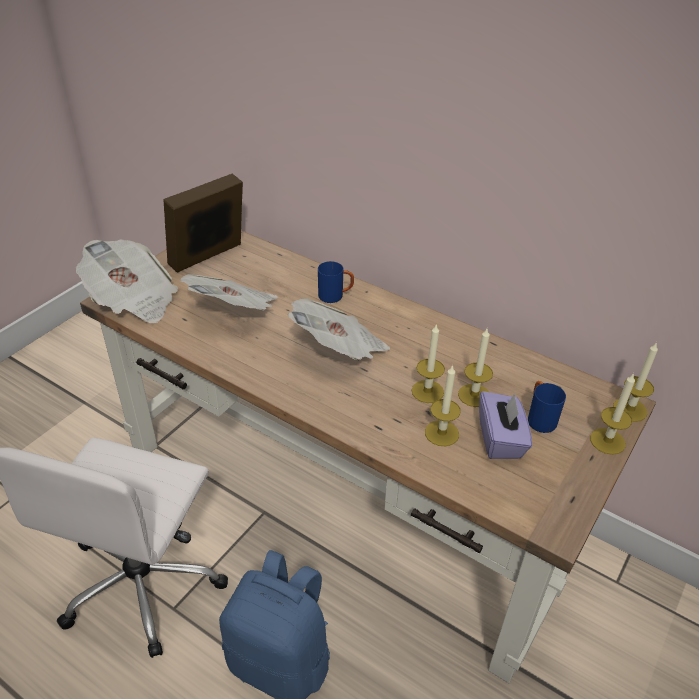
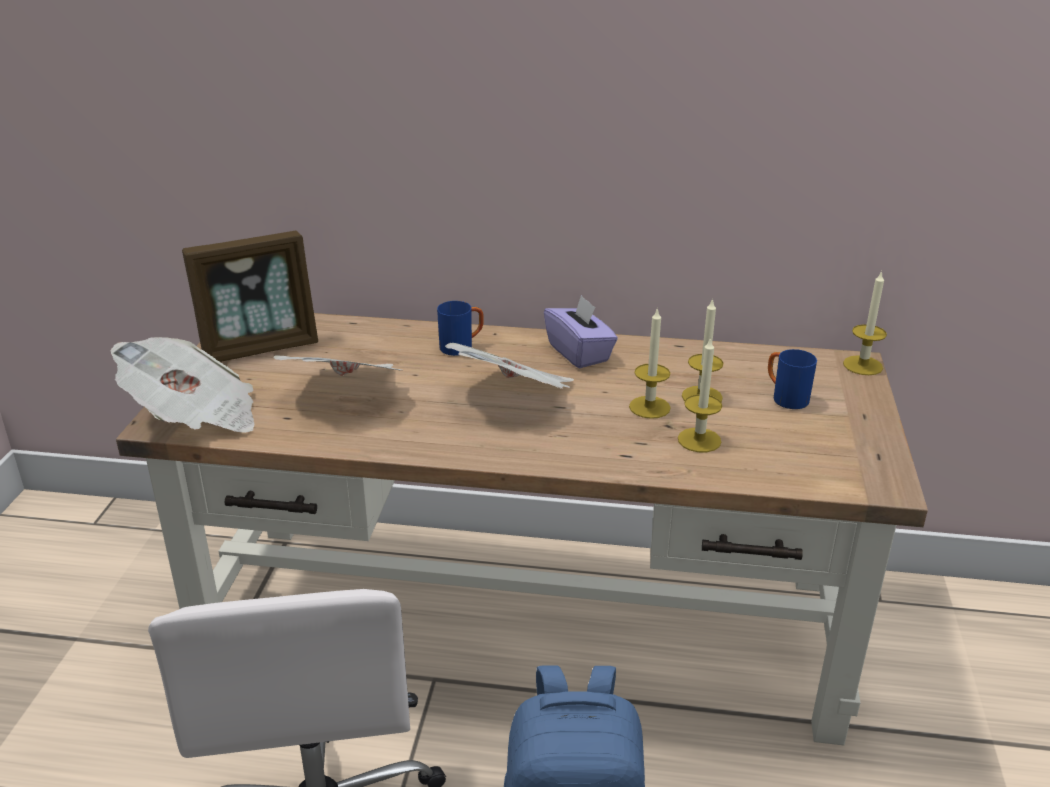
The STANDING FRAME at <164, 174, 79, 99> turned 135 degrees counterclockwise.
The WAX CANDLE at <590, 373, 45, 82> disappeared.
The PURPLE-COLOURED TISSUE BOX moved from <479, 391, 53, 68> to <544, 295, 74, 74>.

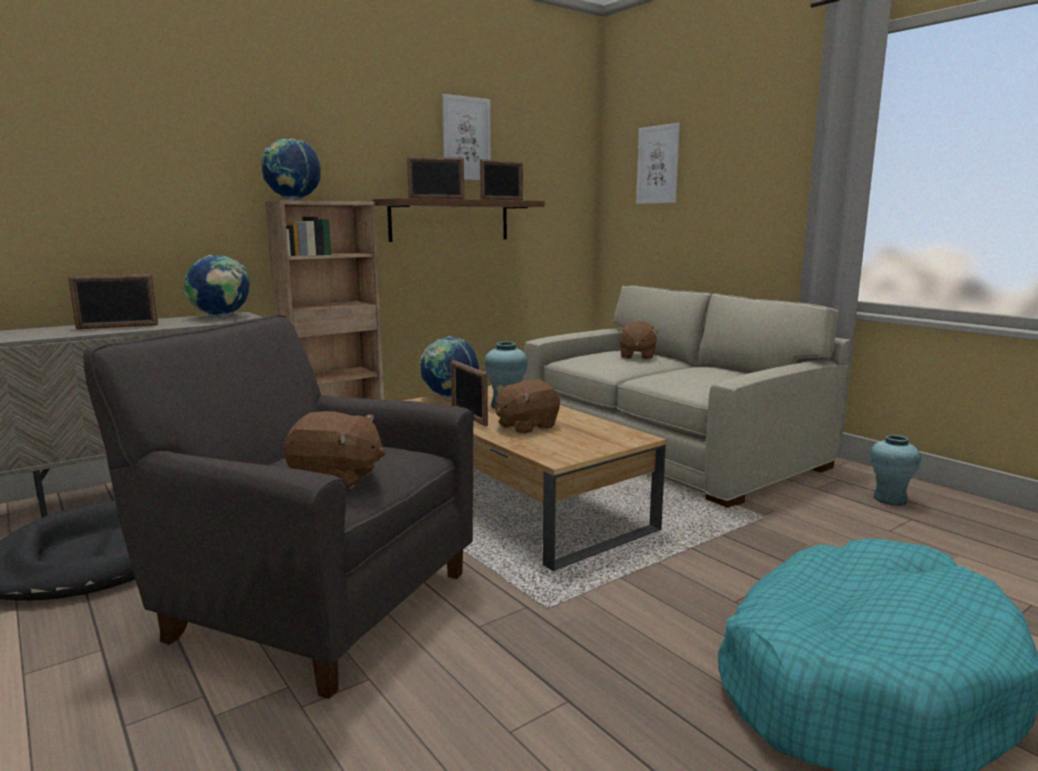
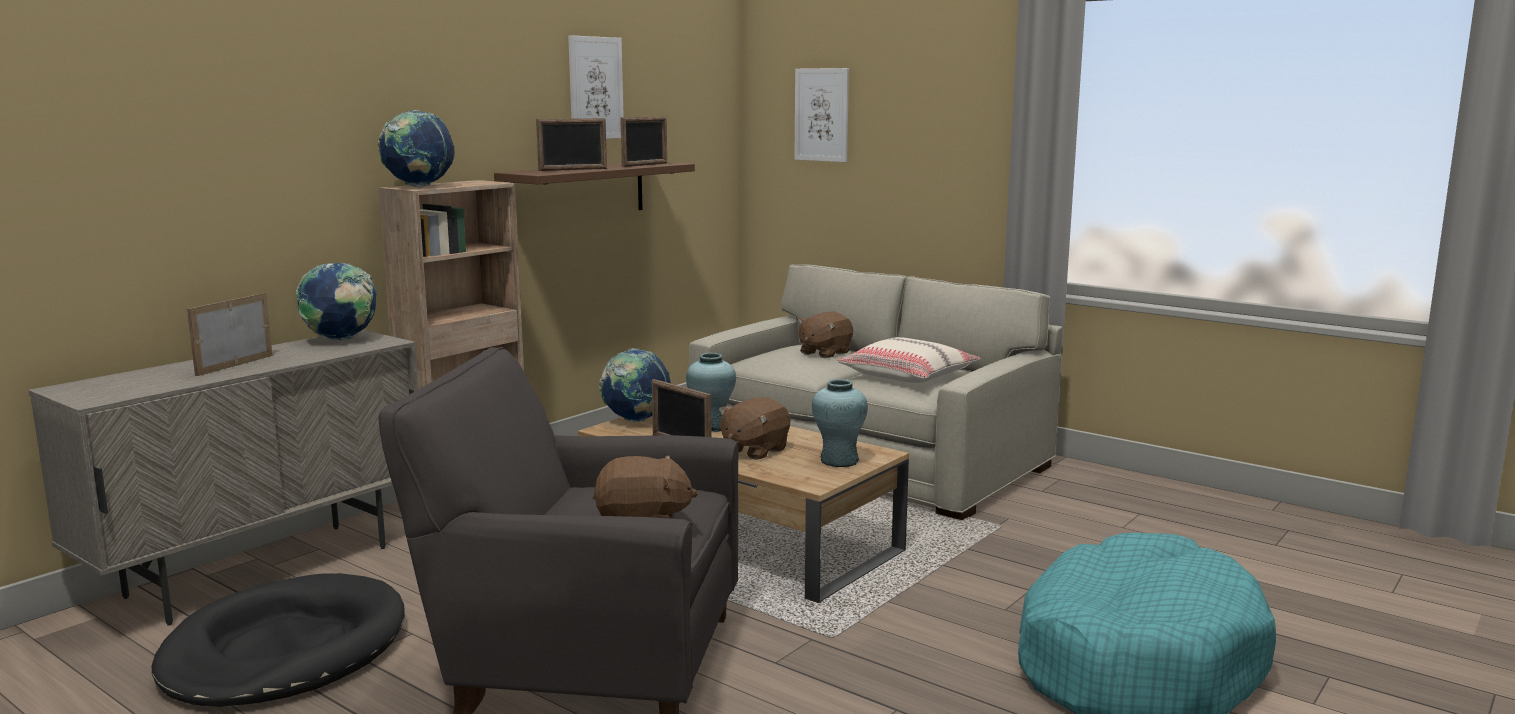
The STANDING FRAME at <68, 274, 90, 55> turned 150 degrees clockwise.
The BROWN-COLOURED PLUSH TOY at <618, 321, 41, 39> turned 45 degrees clockwise.
The BLUE-GREEN FLOWER VASE moved from <870, 435, 51, 70> to <812, 379, 56, 88>.
The BEIGE-COLOURED THROW PILLOW at <837, 337, 144, 46> appeared.

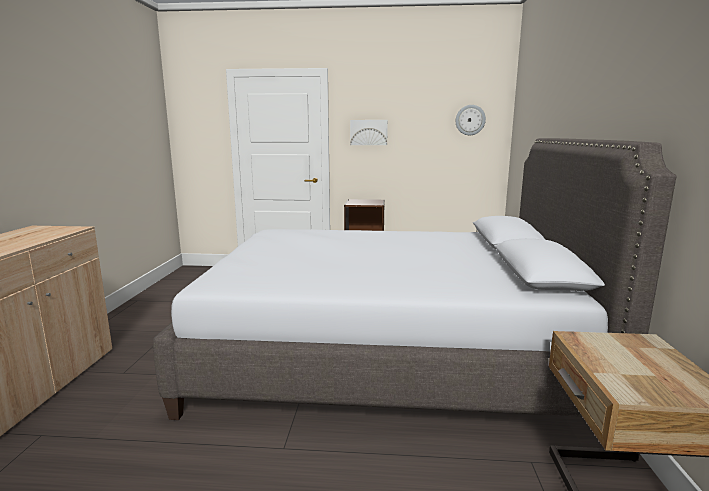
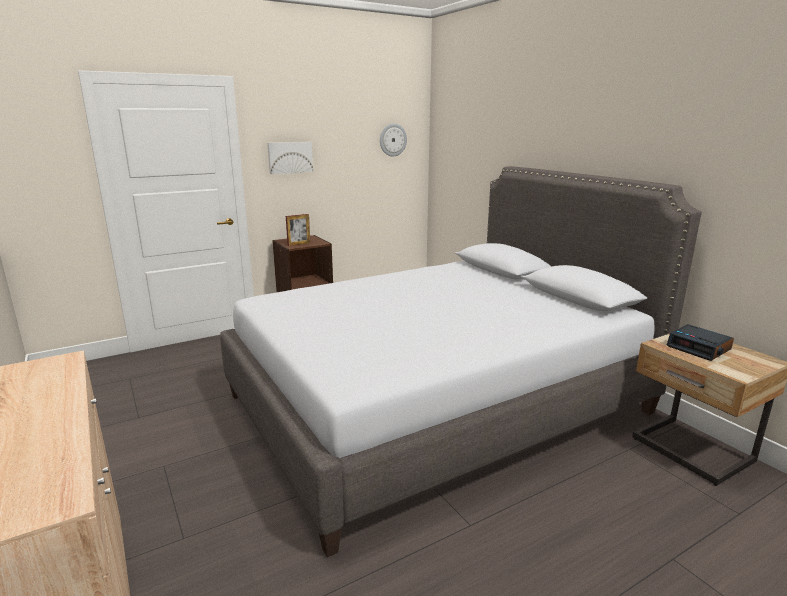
The STANDING FRAME at <286, 214, 25, 32> appeared.
The BEDSIDE CLOCK at <667, 324, 67, 37> appeared.

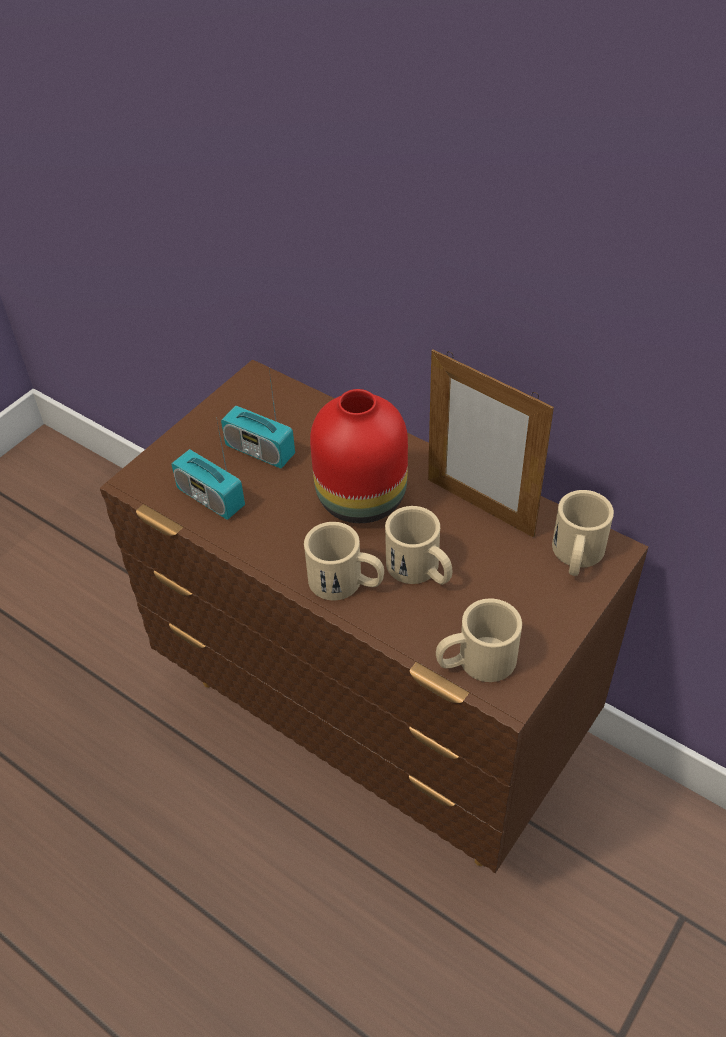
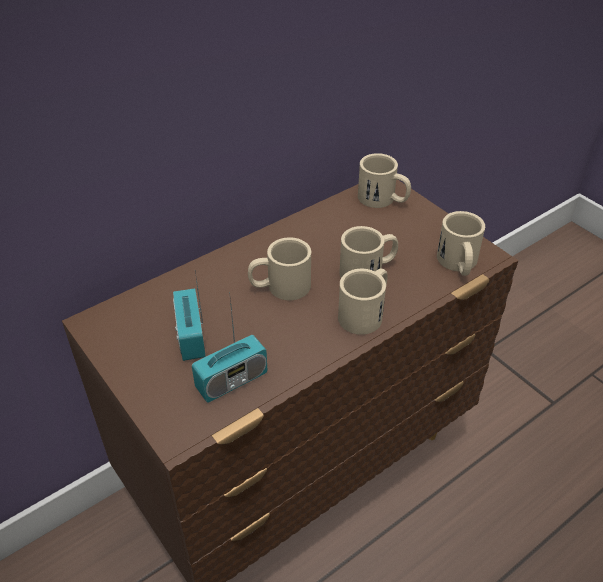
The STANDING FRAME at <428, 349, 126, 189> disappeared.
The RADIO RECEIVER at <221, 370, 74, 98> turned 120 degrees clockwise.
The RED FLOWER VASE at <310, 389, 98, 134> was replaced by the BEIGE-COLOURED MUG at <248, 237, 63, 63>.

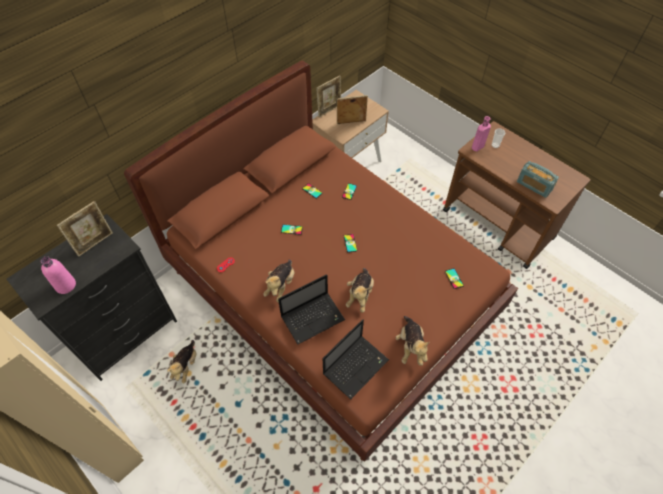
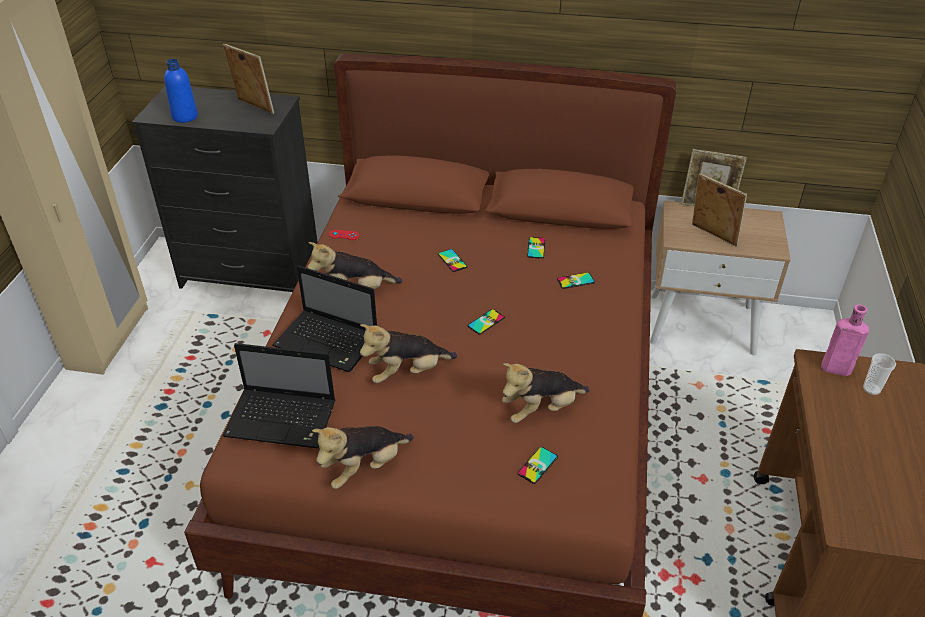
The RADIO RECEIVER at <517, 161, 42, 37> disappeared.
The STANDING FRAME at <57, 201, 56, 56> turned 150 degrees counterclockwise.
The PINK BEVERAGE BOTTLE at <41, 256, 35, 38> became the BLUE BEVERAGE BOTTLE at <164, 59, 34, 64>.
The PLUSH TOY moved from <167, 340, 30, 44> to <502, 363, 87, 60>.

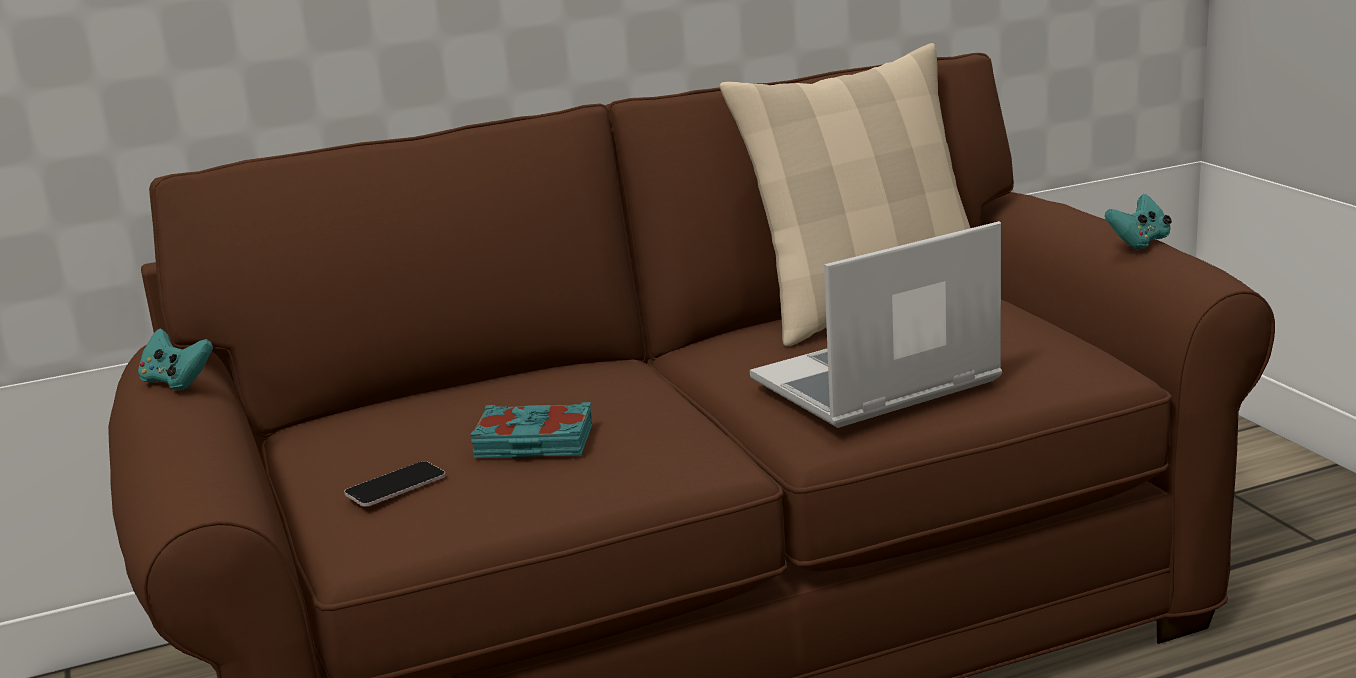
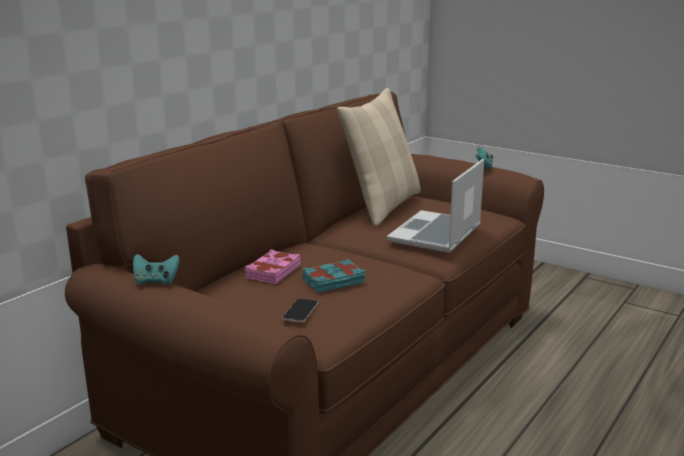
The PINK BOUND BOOK at <245, 249, 56, 35> appeared.

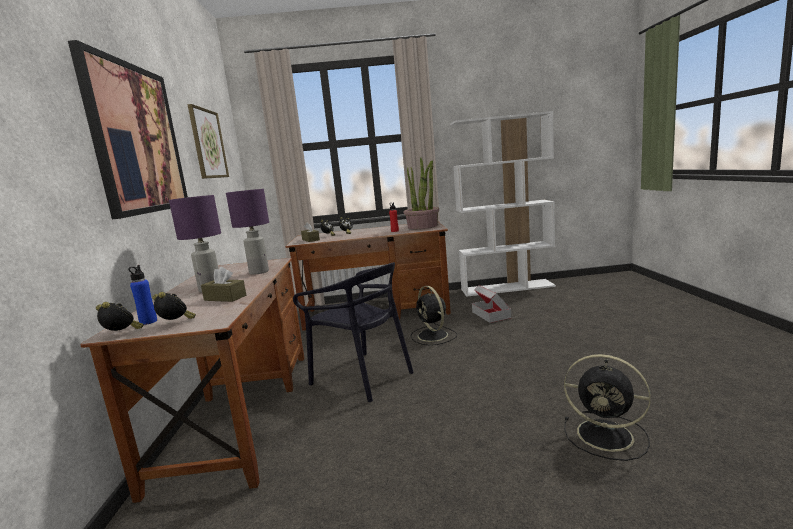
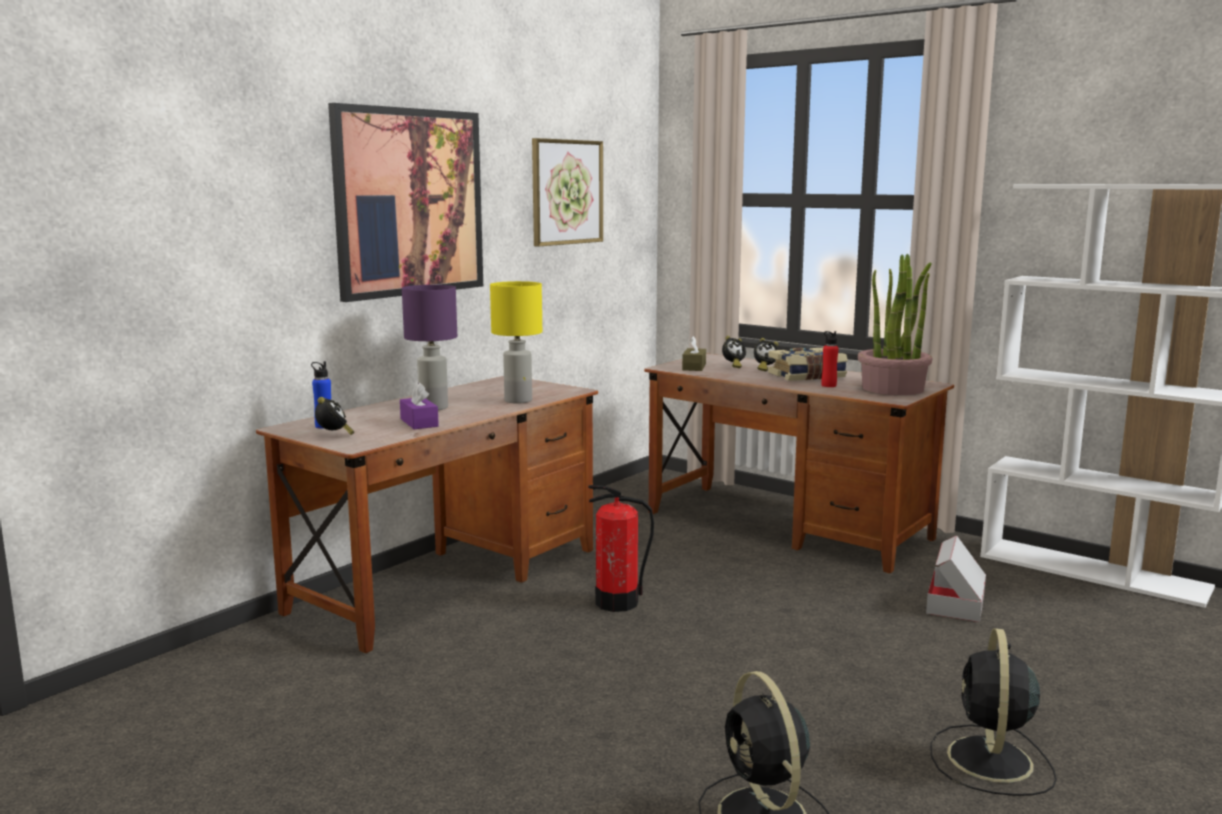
The PURPLE-COLOURED LAMP FOR A TABLE at <226, 189, 43, 86> became the YELLOWISH LAMP FOR A TABLE at <490, 281, 52, 123>.
The BLACK-COLOURED PLAIN CHAIR at <293, 262, 121, 140> was replaced by the EXTINGUISHER at <588, 485, 66, 127>.
The BROWN-COLOURED TISSUE BOX at <201, 267, 45, 35> became the PURPLE-COLOURED TISSUE BOX at <400, 383, 39, 46>.
The BLACK-COLOURED ELECTRIC FAN moved from <411, 286, 46, 59> to <930, 628, 127, 168>.
The BEDSIDE CLOCK at <96, 302, 48, 29> disappeared.
The BOUND BOOK at <768, 348, 80, 33> appeared.

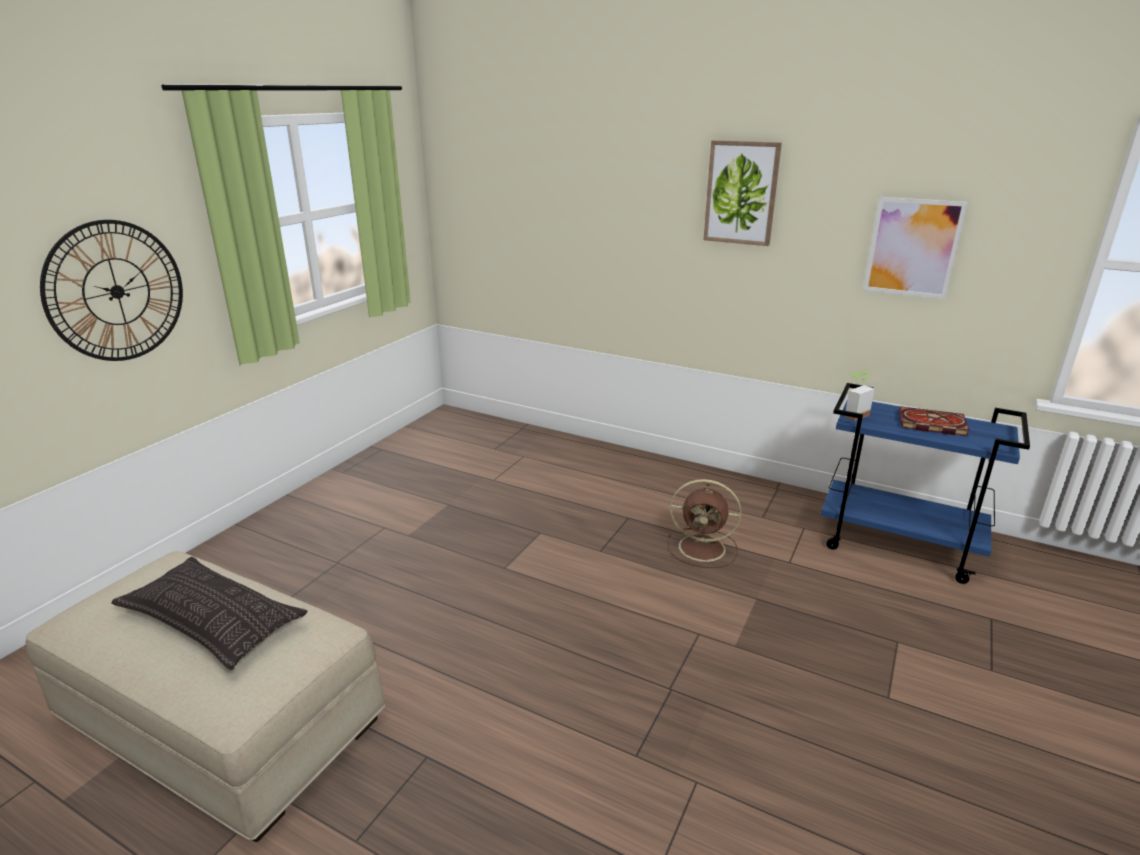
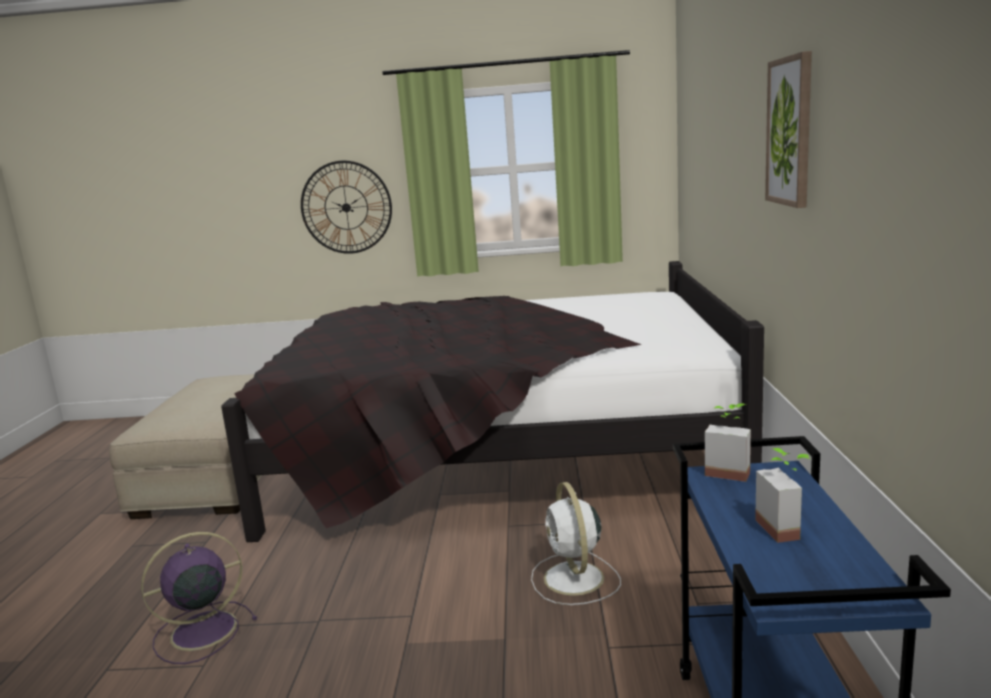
The WALL ART at <863, 197, 105, 102> disappeared.
The BOUND BOOK at <899, 406, 71, 30> was replaced by the POTTED PLANT at <755, 448, 55, 95>.
The BROWN-COLOURED ELECTRIC FAN at <668, 479, 73, 89> became the WHITISH ELECTRIC FAN at <531, 482, 90, 123>.
The THROW PILLOW at <111, 557, 197, 113> disappeared.
The BLACK-COLOURED SLEEPING BED at <221, 261, 543, 281> appeared.
The PURPLE-COLOURED ELECTRIC FAN at <141, 532, 116, 132> appeared.

